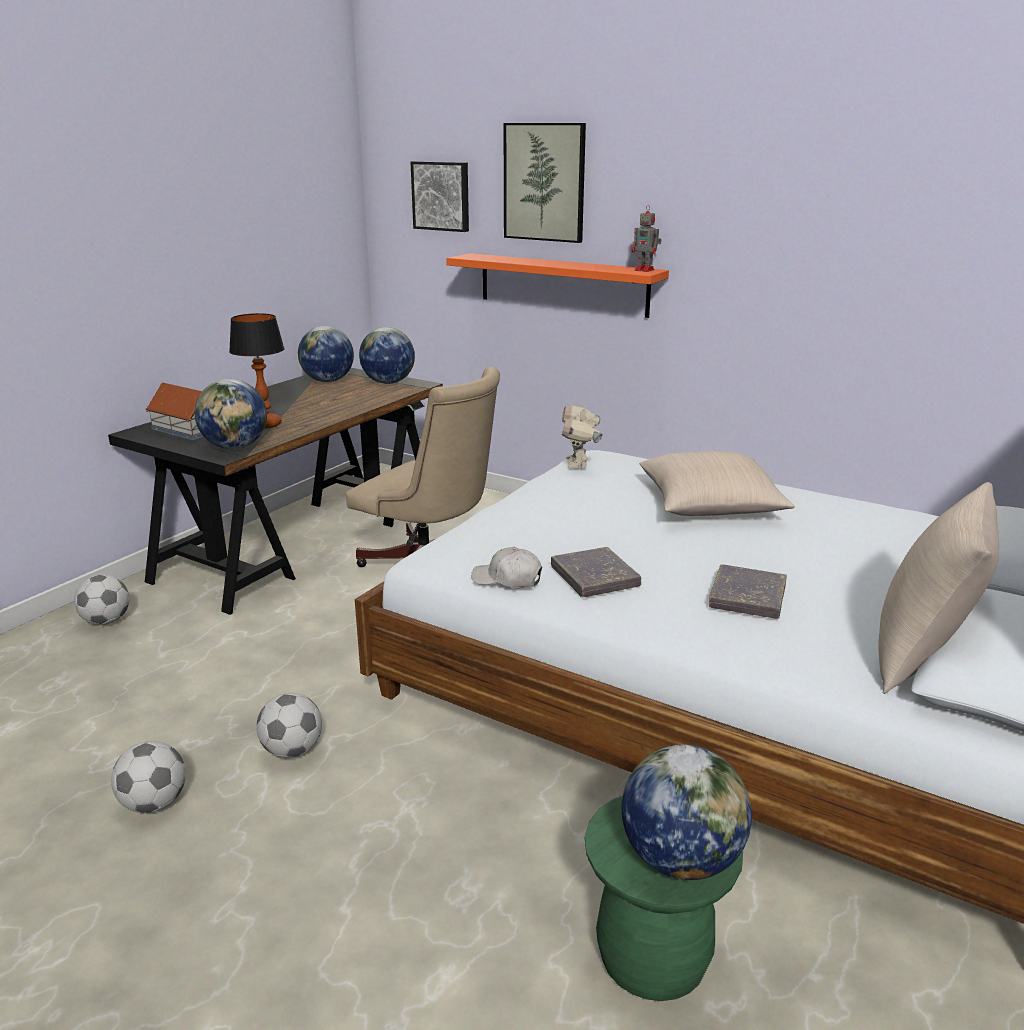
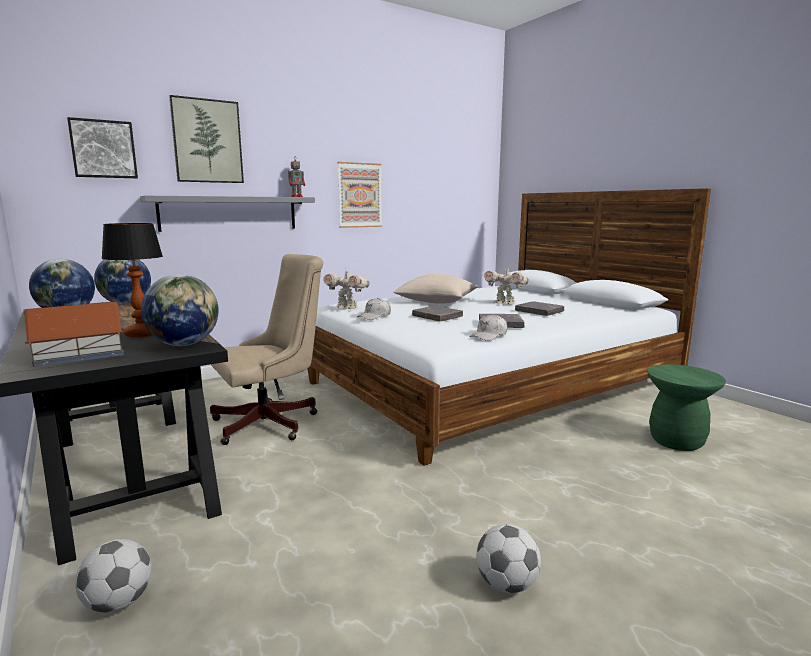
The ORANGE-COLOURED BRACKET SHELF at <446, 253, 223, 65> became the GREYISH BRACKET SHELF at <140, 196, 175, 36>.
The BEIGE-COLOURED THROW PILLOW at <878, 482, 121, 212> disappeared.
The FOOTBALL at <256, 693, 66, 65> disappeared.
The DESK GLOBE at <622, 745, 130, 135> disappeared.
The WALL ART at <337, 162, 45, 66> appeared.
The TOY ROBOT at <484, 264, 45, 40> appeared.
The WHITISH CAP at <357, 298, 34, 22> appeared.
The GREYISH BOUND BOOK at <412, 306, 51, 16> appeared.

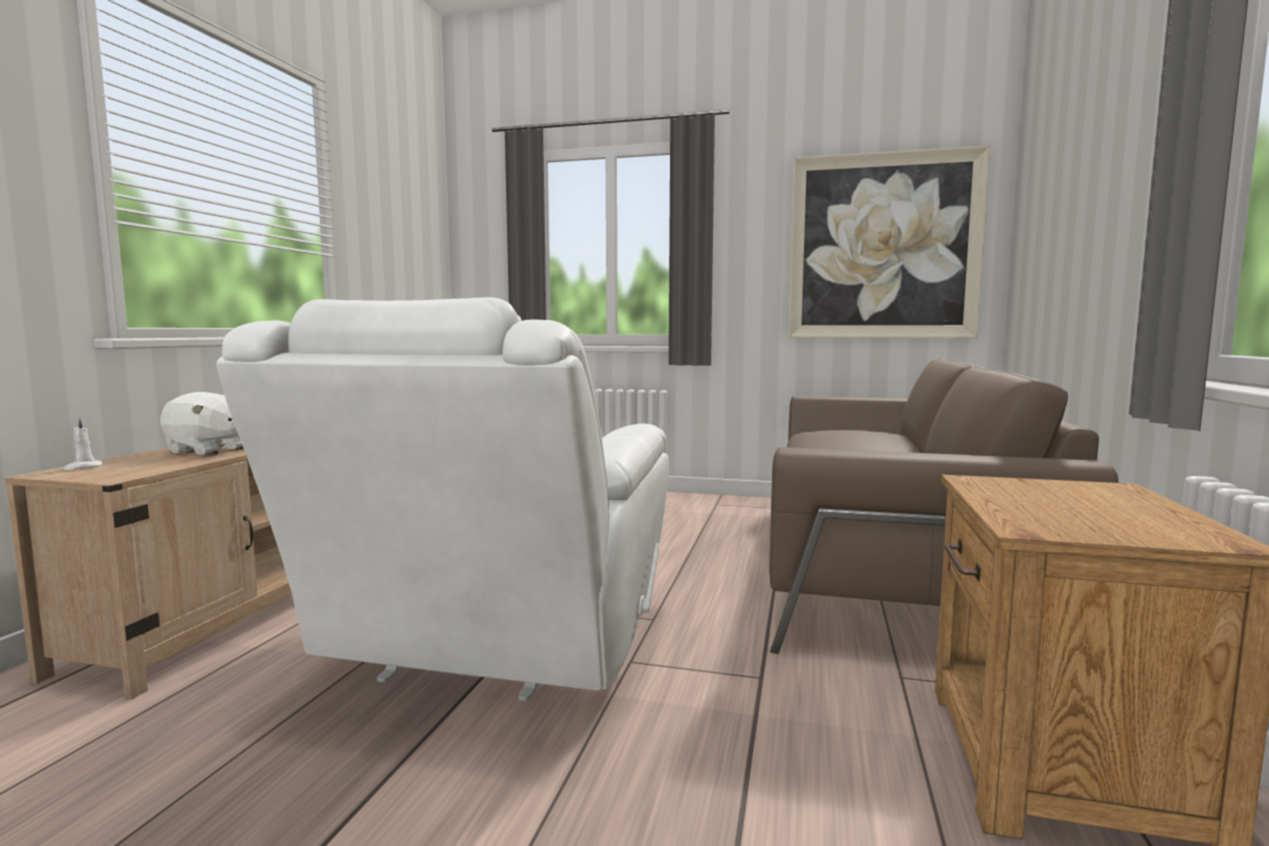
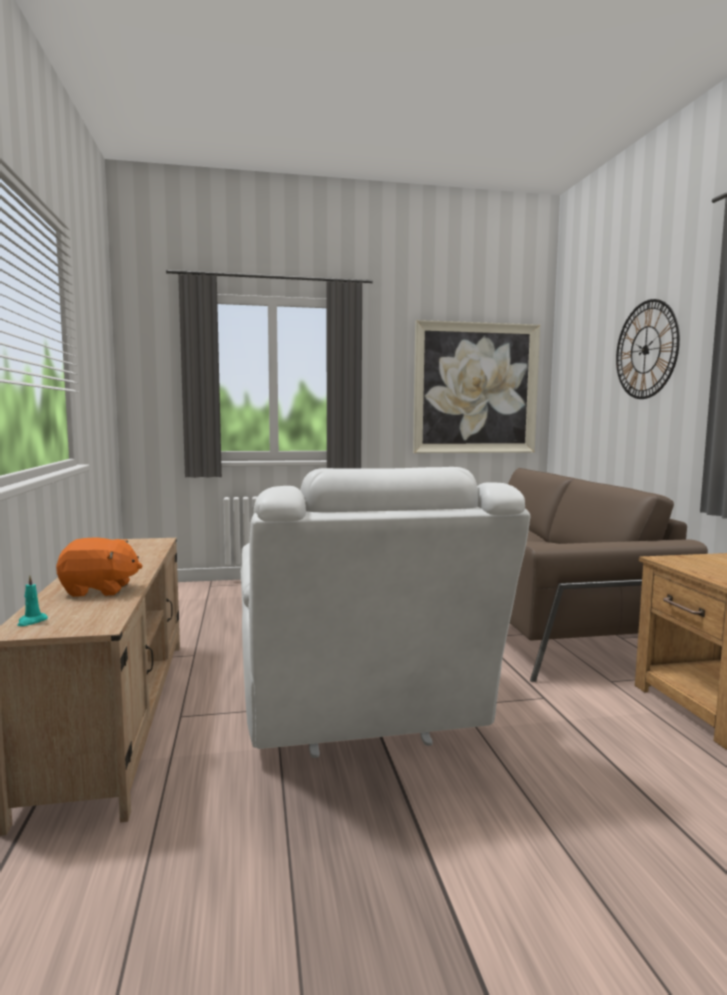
The WHITISH PLUSH TOY at <160, 392, 84, 64> became the ORANGE-COLOURED PLUSH TOY at <56, 537, 86, 60>.
The WHITISH WAX CANDLE at <63, 418, 39, 52> became the BLUE-GREEN WAX CANDLE at <18, 576, 30, 50>.
The WALL CLOCK at <616, 299, 64, 100> appeared.

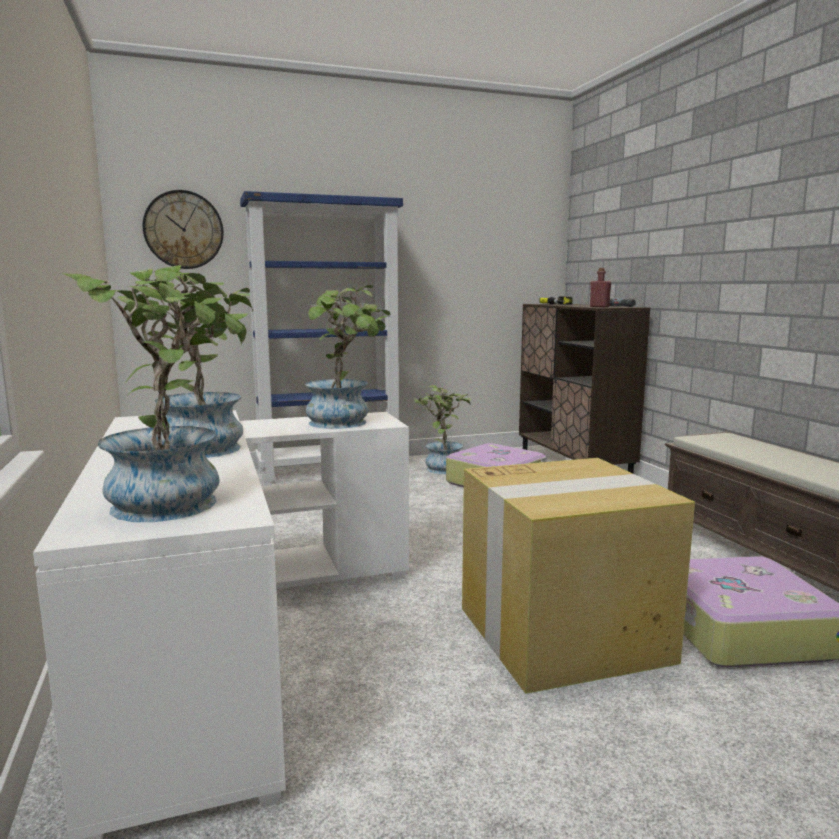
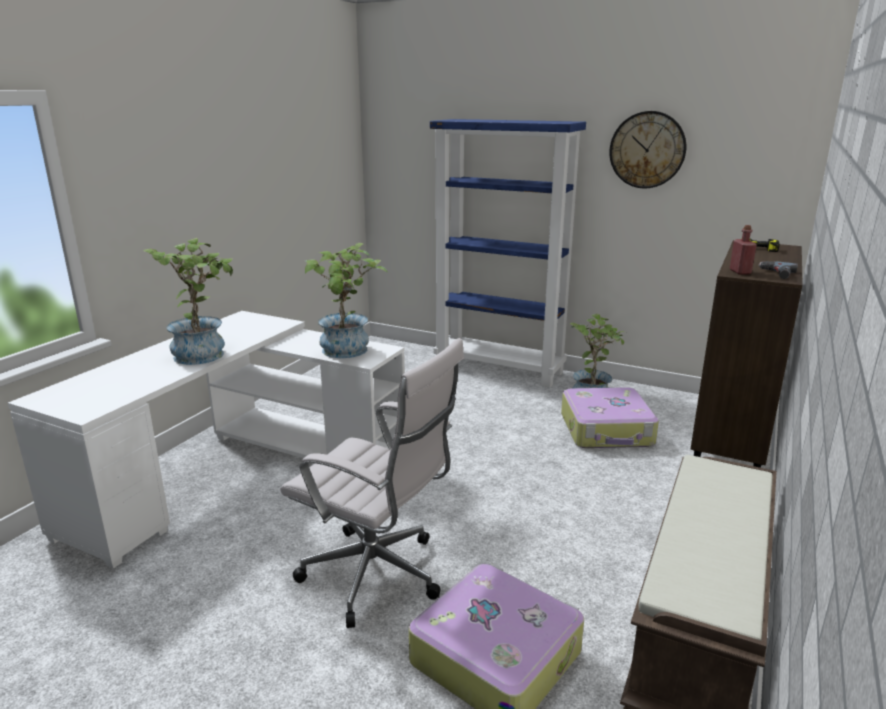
The WALL CLOCK moved from <143, 190, 81, 79> to <609, 111, 77, 77>.
The POTTED PLANT at <61, 265, 187, 257> disappeared.
The CARTON at <462, 458, 233, 236> was replaced by the WHITISH DESK CHAIR at <280, 338, 184, 290>.

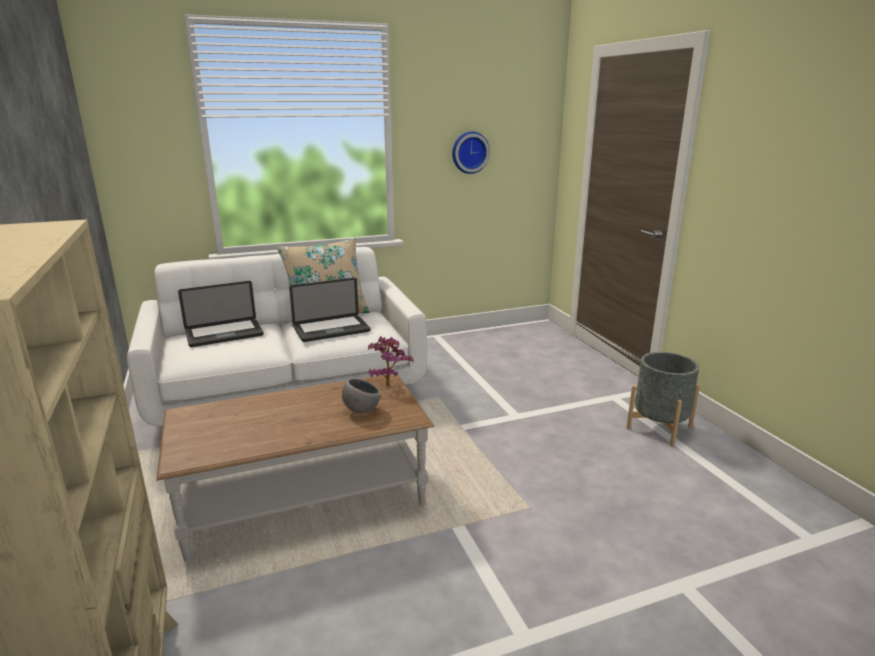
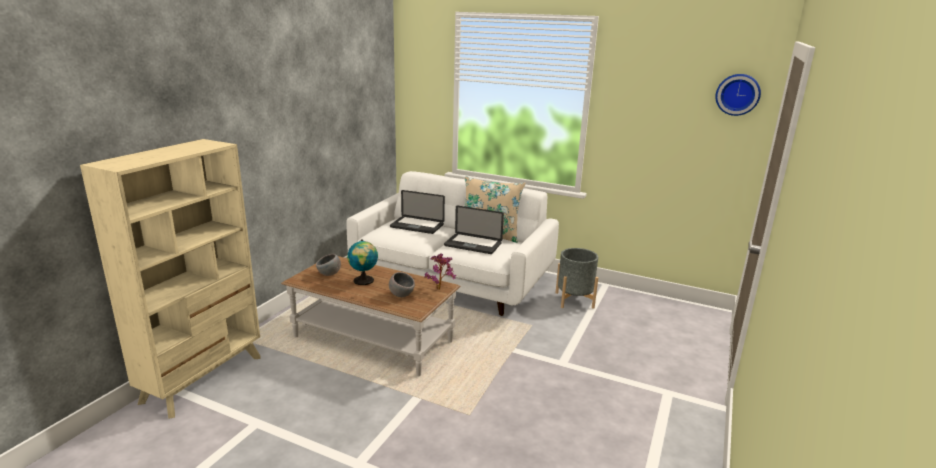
The WALL CLOCK moved from <452, 131, 38, 43> to <716, 74, 45, 42>.
The GREYISH PLANTER moved from <626, 352, 74, 95> to <556, 248, 42, 61>.
The DESK GLOBE at <347, 240, 31, 45> appeared.
The GREYISH BOWL at <316, 254, 25, 22> appeared.

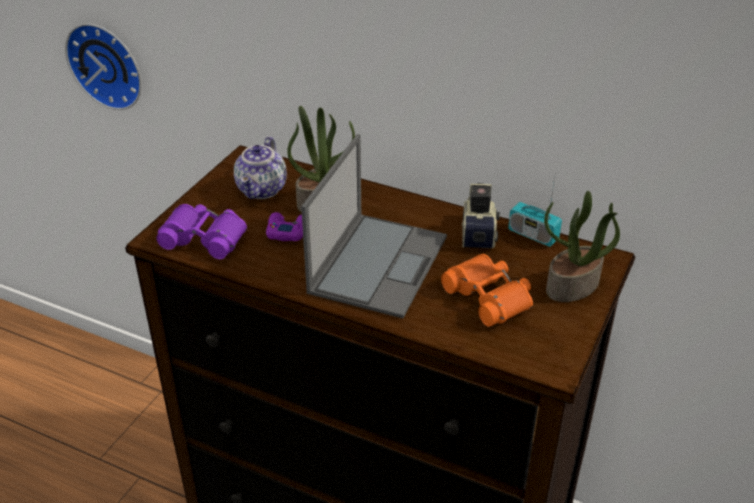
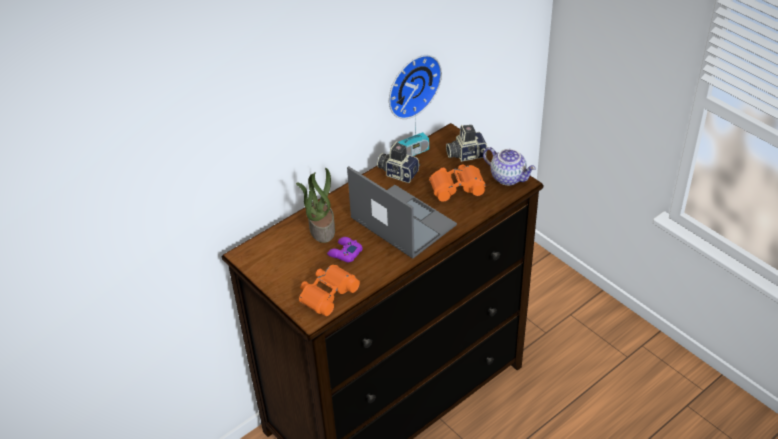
The WALL CLOCK moved from <65, 23, 77, 87> to <389, 55, 53, 64>.
The POT FOR TEA moved from <234, 136, 53, 63> to <483, 147, 53, 38>.
The POTTED PLANT at <544, 191, 76, 111> was replaced by the PHOTO CAMERA at <446, 125, 41, 37>.
The PURPLE-COLOURED PAIR OF BINOCULARS at <156, 204, 91, 55> became the ORANGE-COLOURED PAIR OF BINOCULARS at <299, 265, 61, 51>.

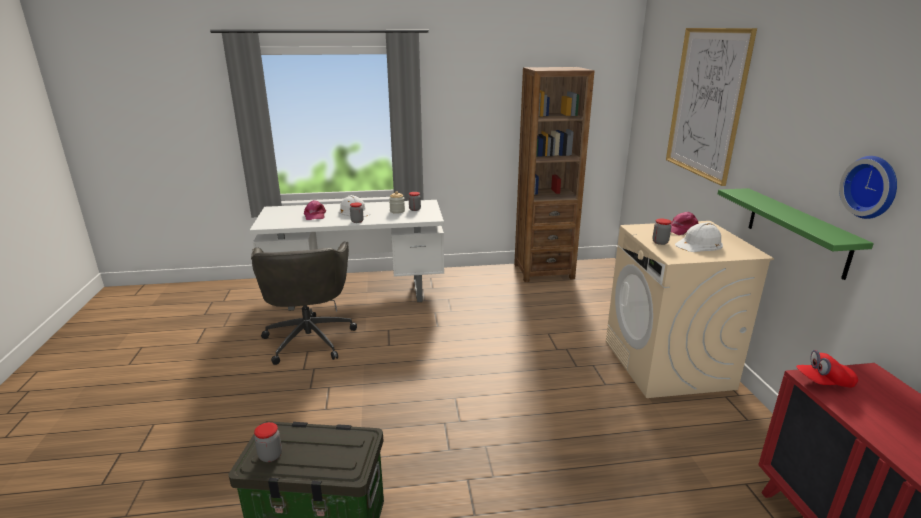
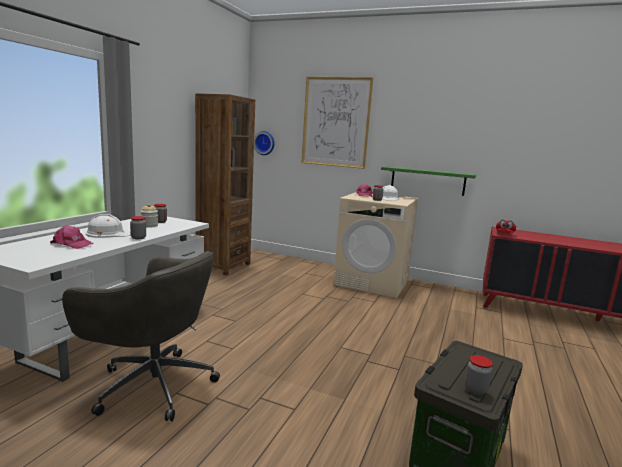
The WALL CLOCK moved from <839, 156, 58, 63> to <254, 131, 20, 24>.

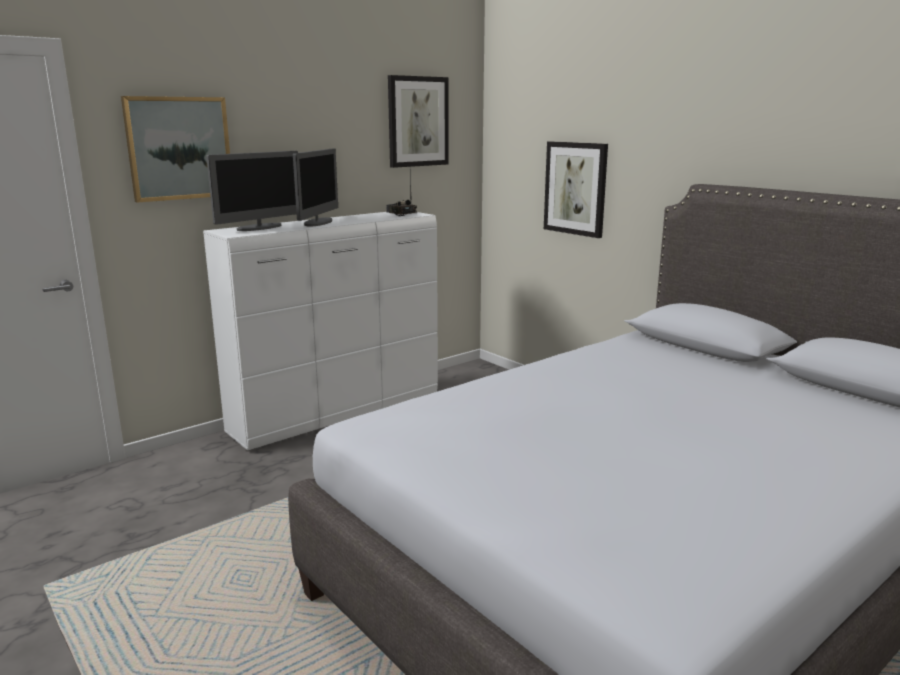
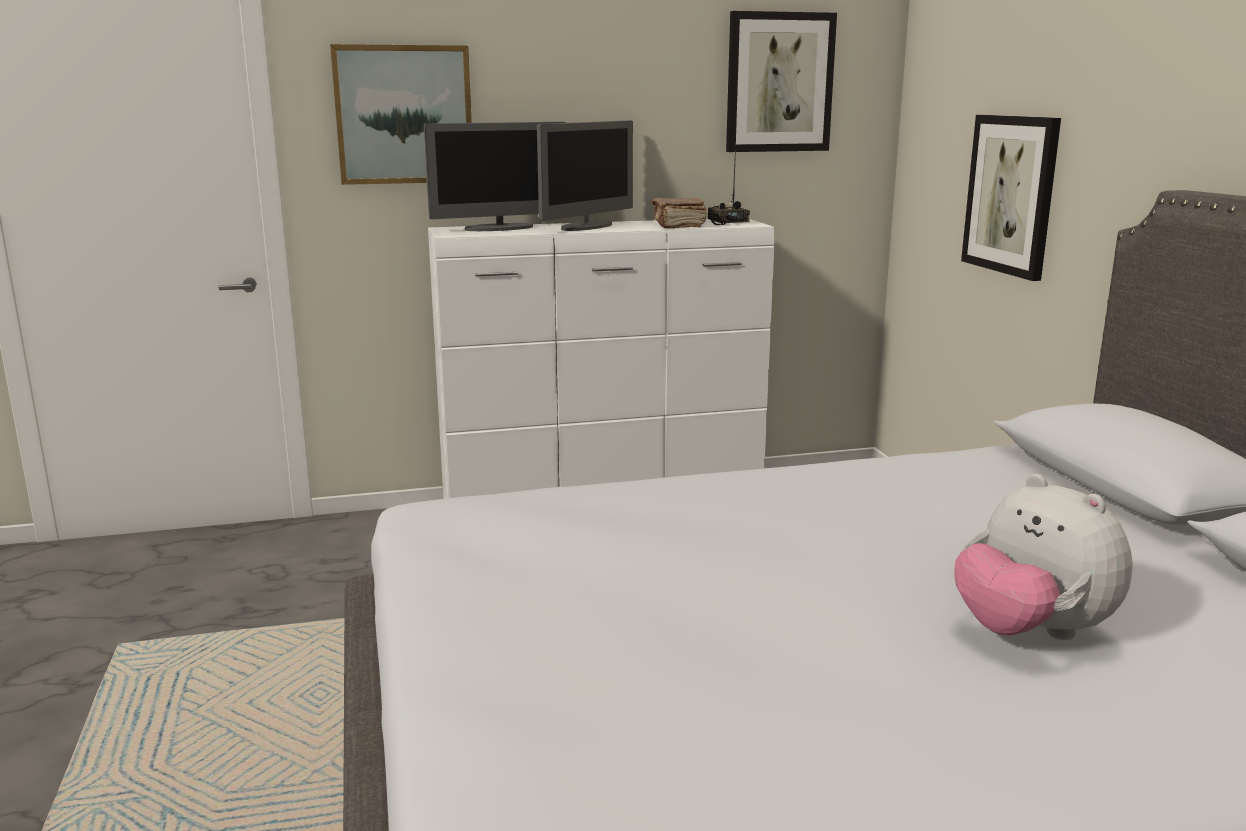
The BROWN-COLOURED BOUND BOOK at <652, 197, 56, 31> appeared.
The PLUSH TOY at <954, 474, 179, 166> appeared.

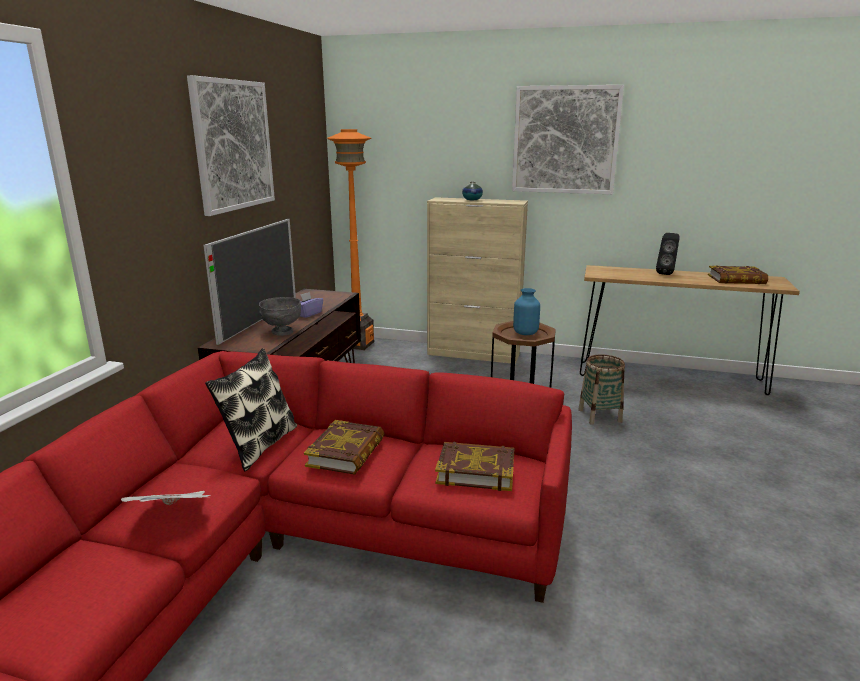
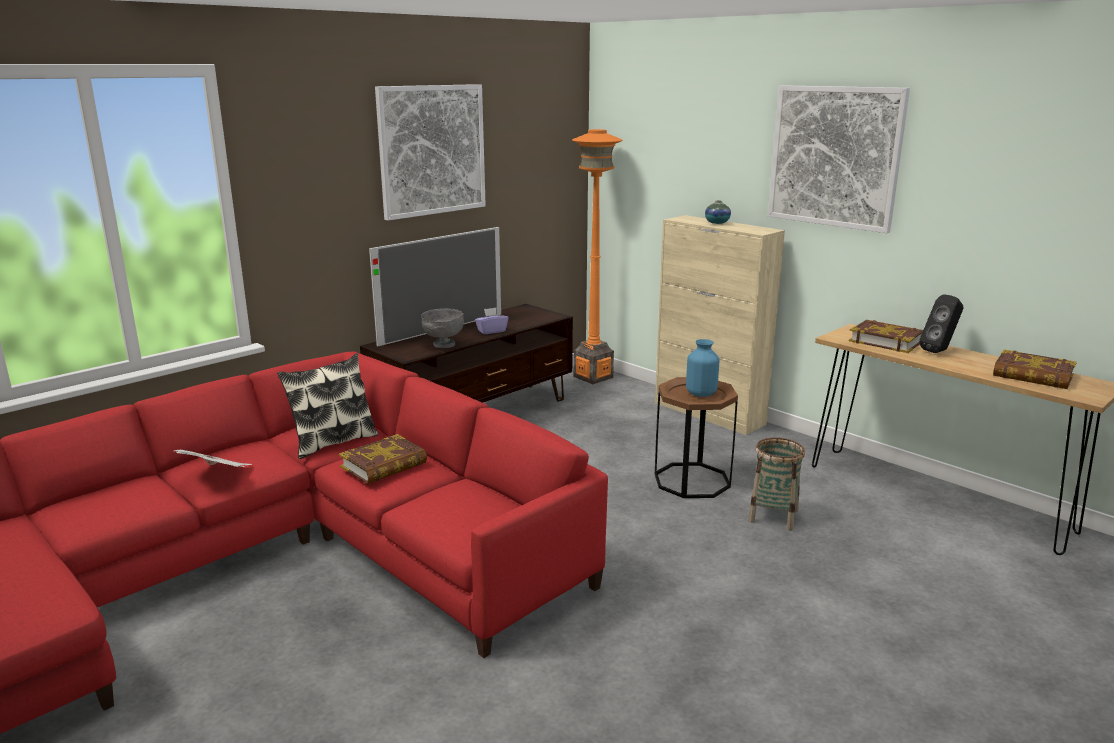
The BOUND BOOK moved from <435, 442, 79, 49> to <849, 320, 74, 33>.

